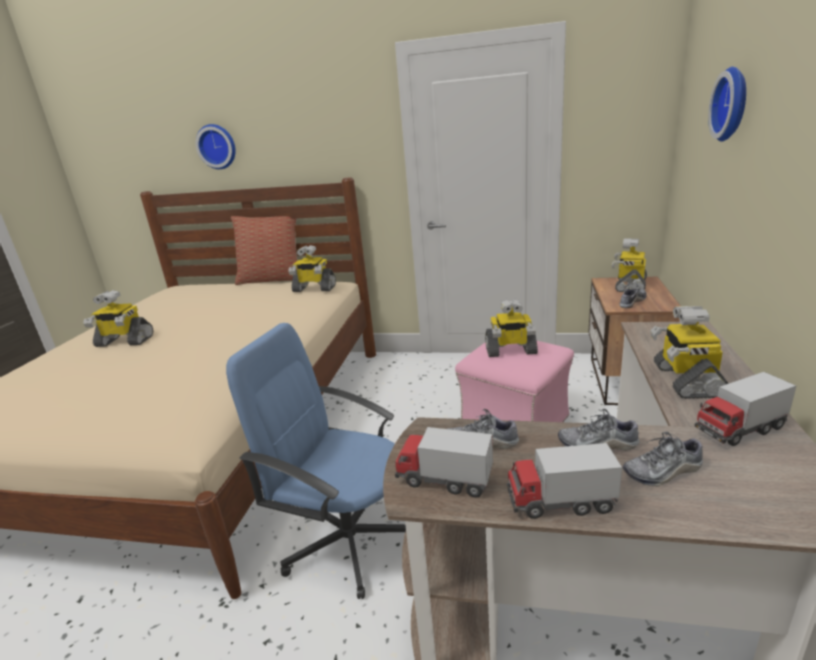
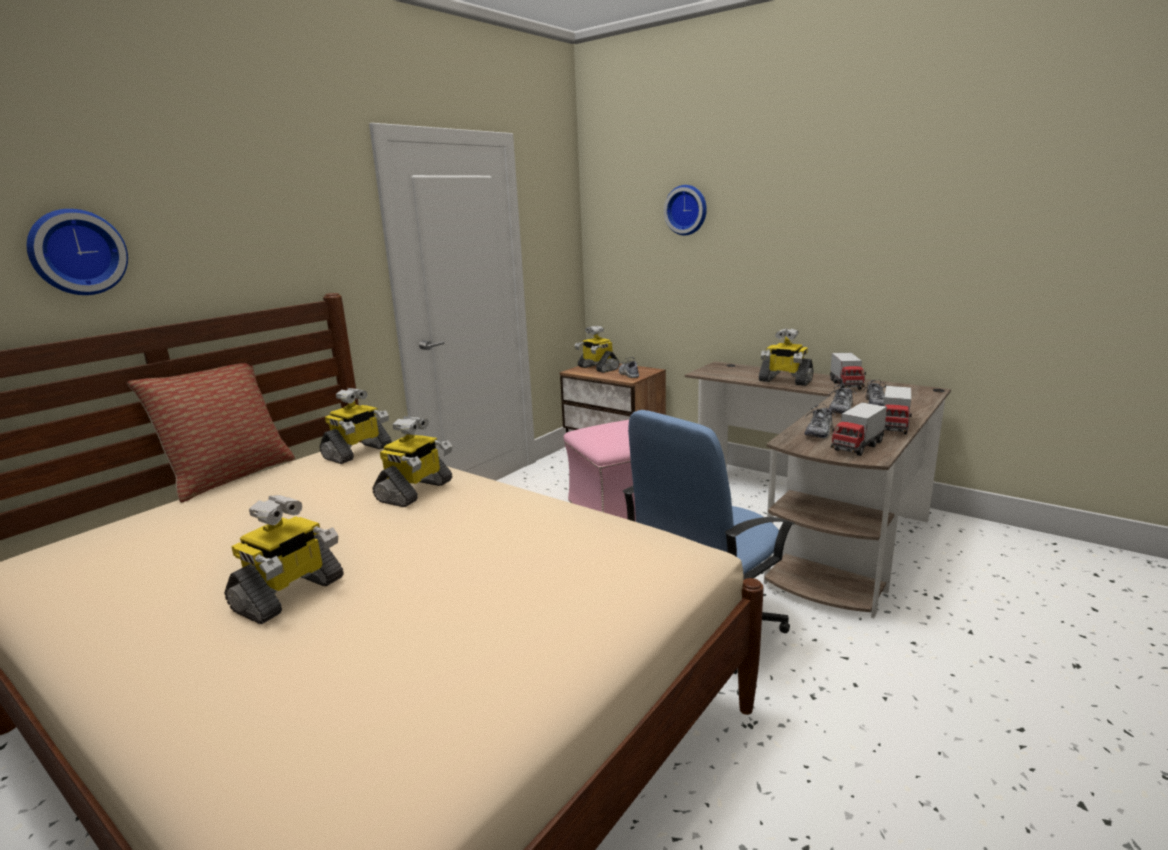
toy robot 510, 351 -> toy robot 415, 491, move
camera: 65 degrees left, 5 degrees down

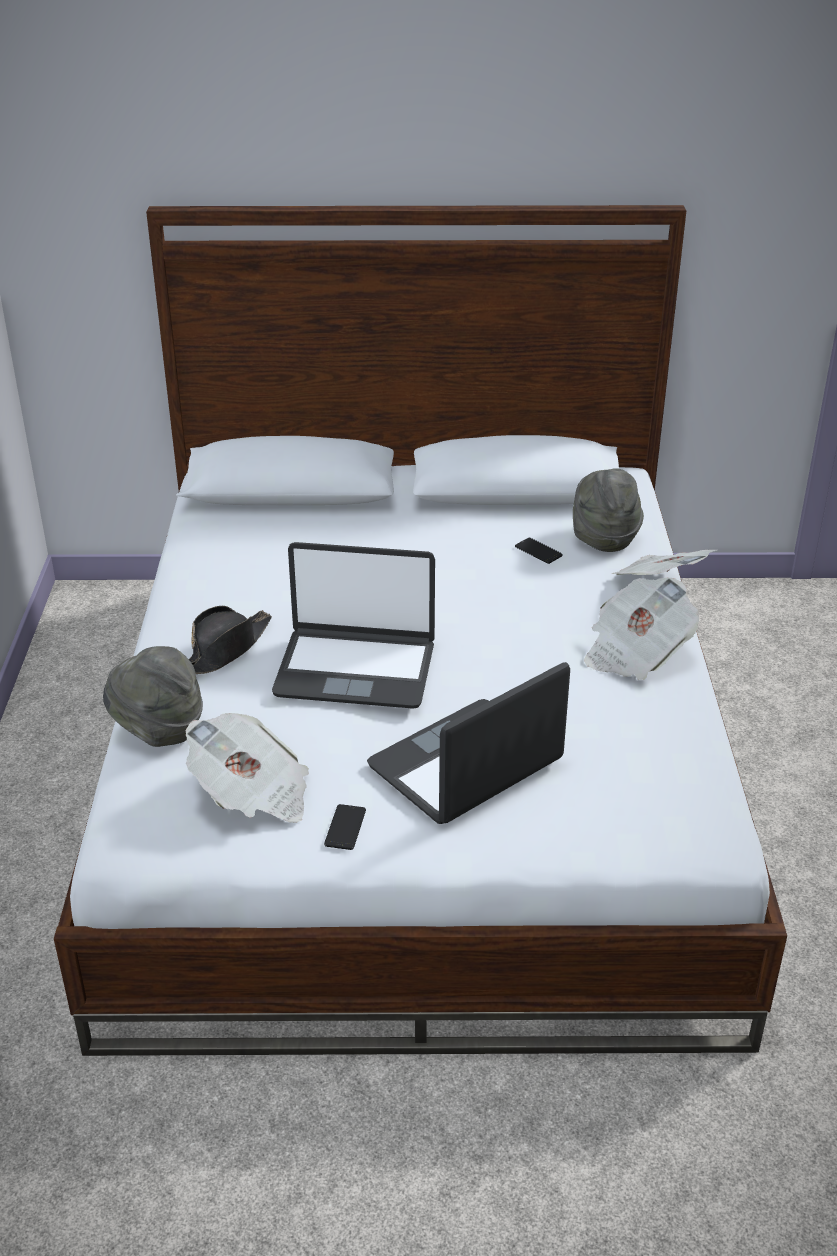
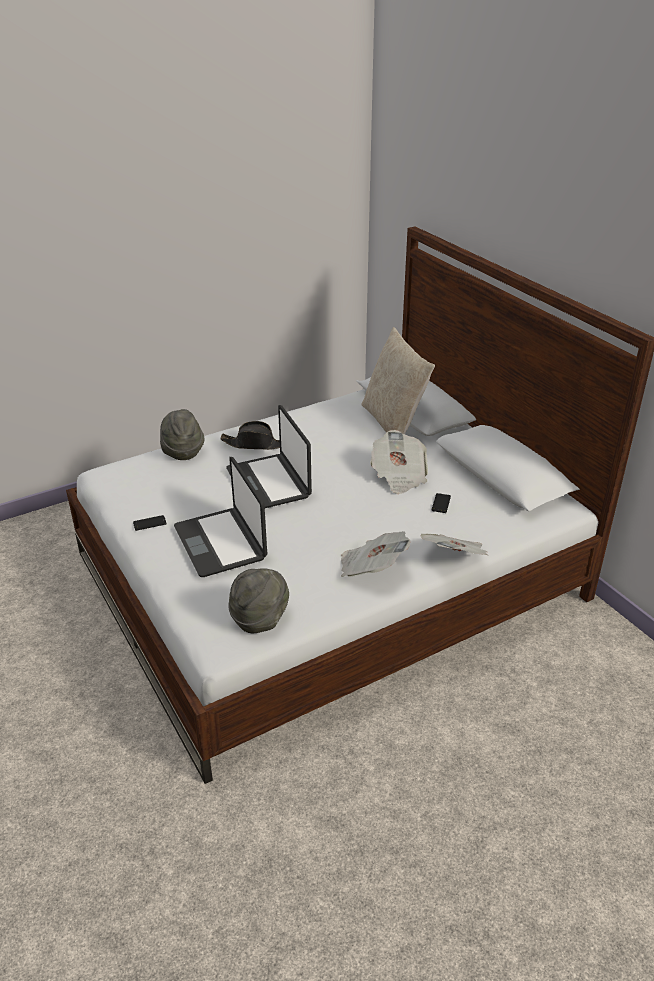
notebook computer 467, 765 -> notebook computer 221, 543, 135 degrees counterclockwise
greyish hat 603, 537 -> greyish hat 259, 618, move
none -> beige-coloured throw pillow 393, 424
printed paper 252, 794 -> printed paper 399, 476, move
camera: 60 degrees right, 0 degrees up

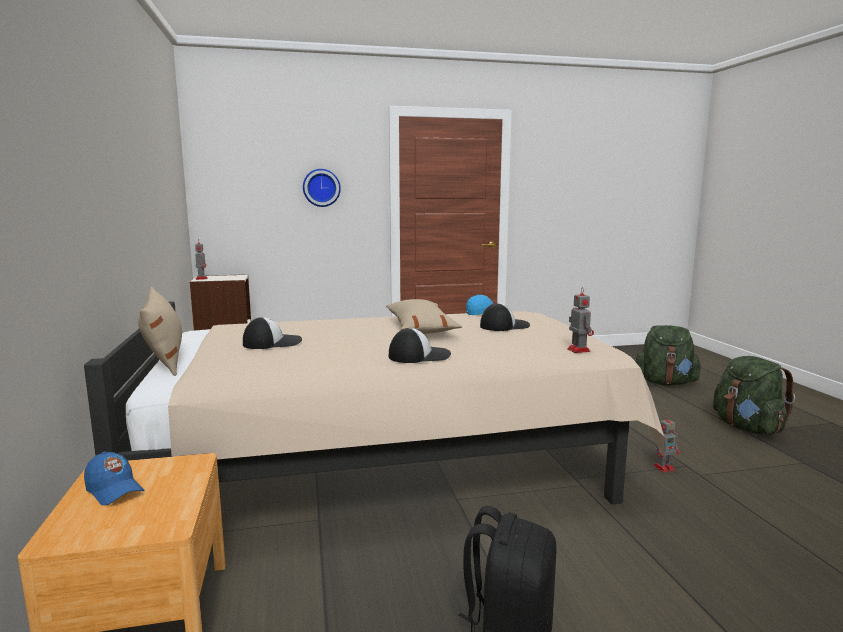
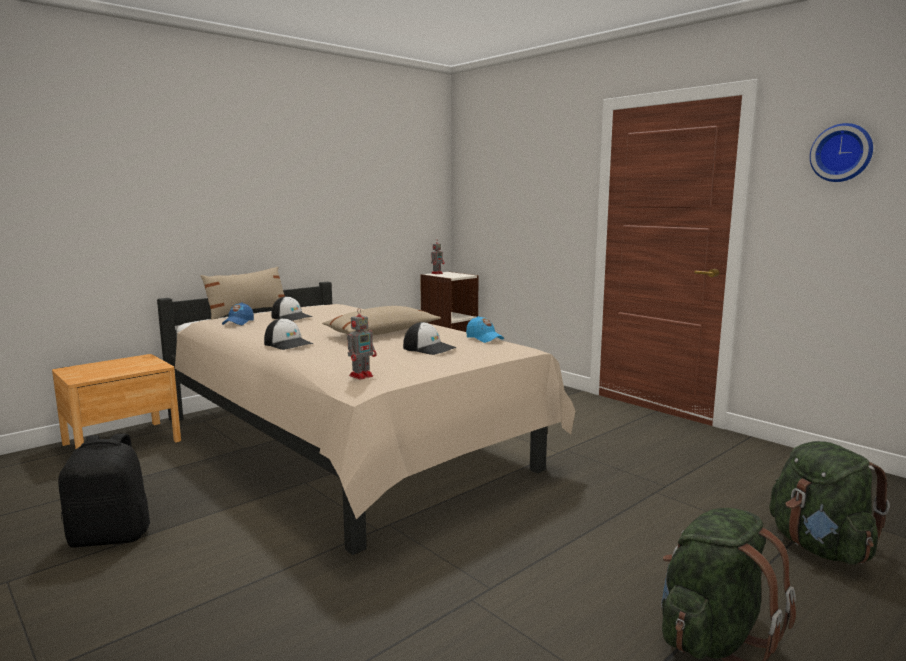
bluish baseball cap 114, 490 -> bluish baseball cap 238, 322, move
clock on the wall 321, 188 -> clock on the wall 842, 153, move
toy robot 664, 468 -> none
camera: 60 degrees right, 0 degrees up

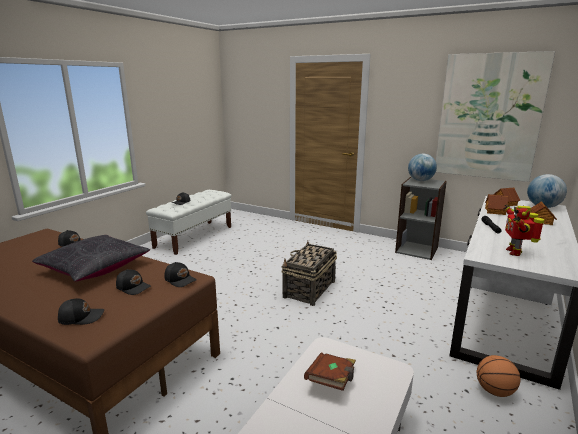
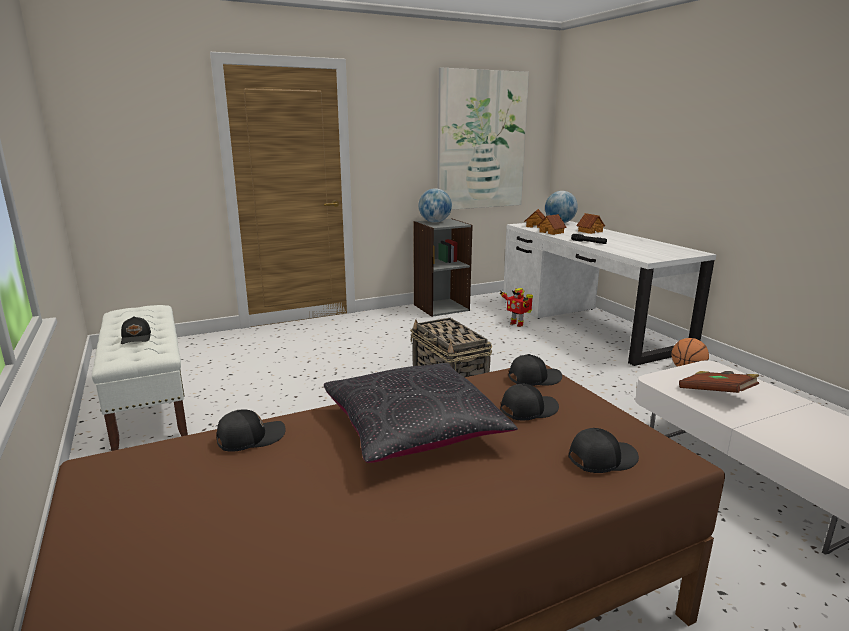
toy robot 515, 252 -> toy robot 517, 324, move
blackish baseball cap 81, 317 -> blackish baseball cap 601, 459, 45 degrees clockwise
camera: 55 degrees left, 0 degrees up

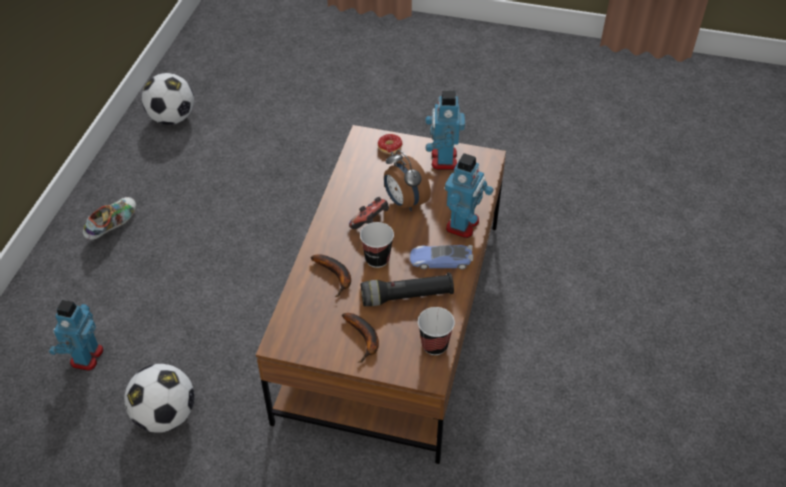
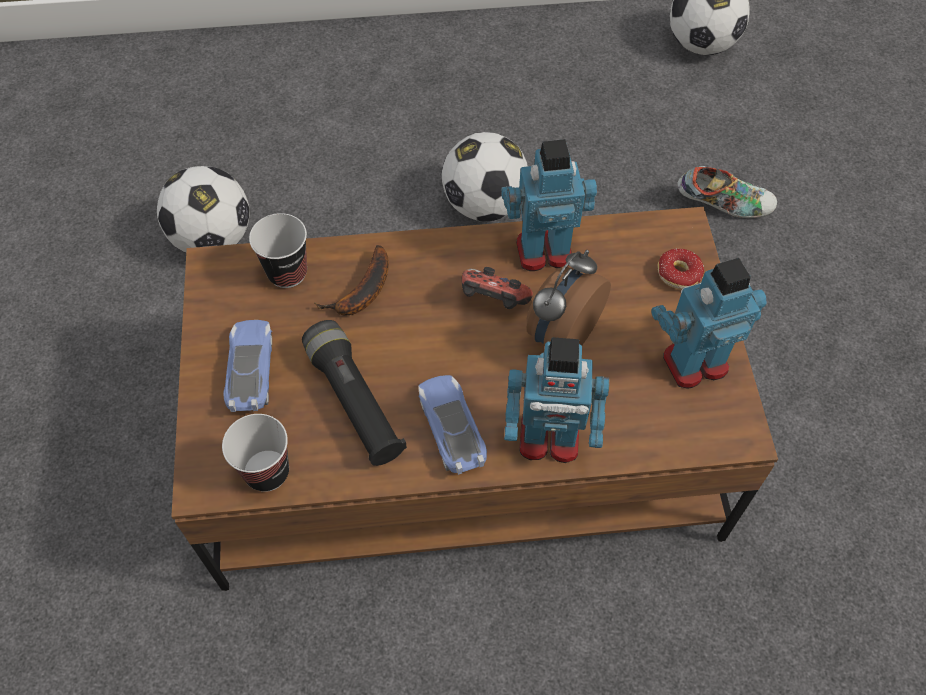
banana fruit 364, 339 -> miniature car 250, 370
cup 377, 259 -> cup 287, 273, move
none -> football ball 484, 205
toy robot 86, 357 -> toy robot 543, 250, move
shoe 112, 225 -> shoe 723, 204, move
camera: 70 degrees right, 10 degrees up

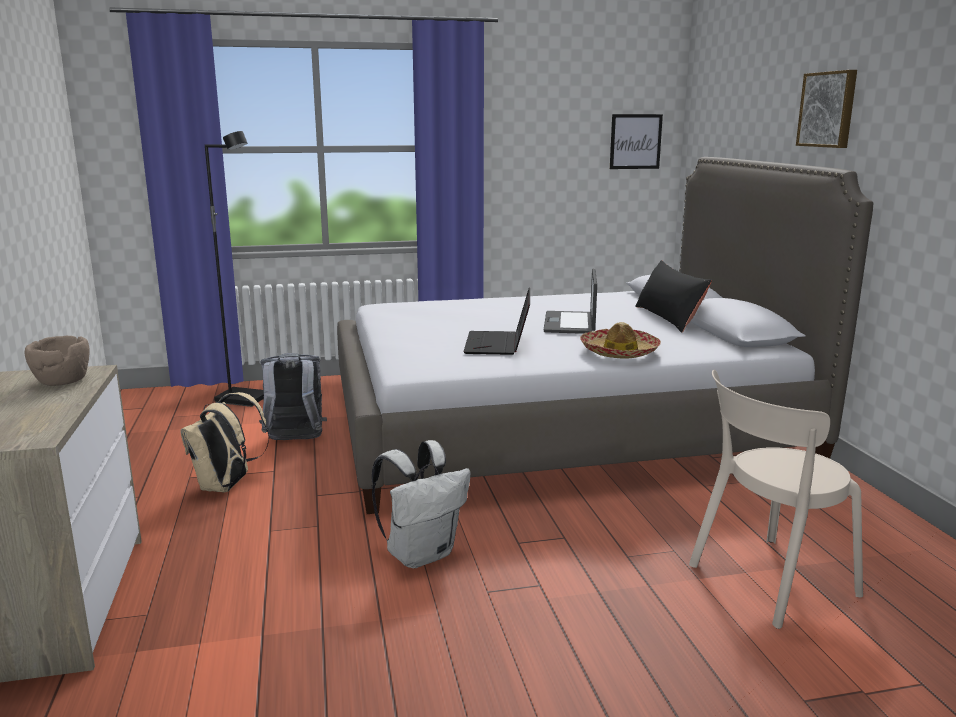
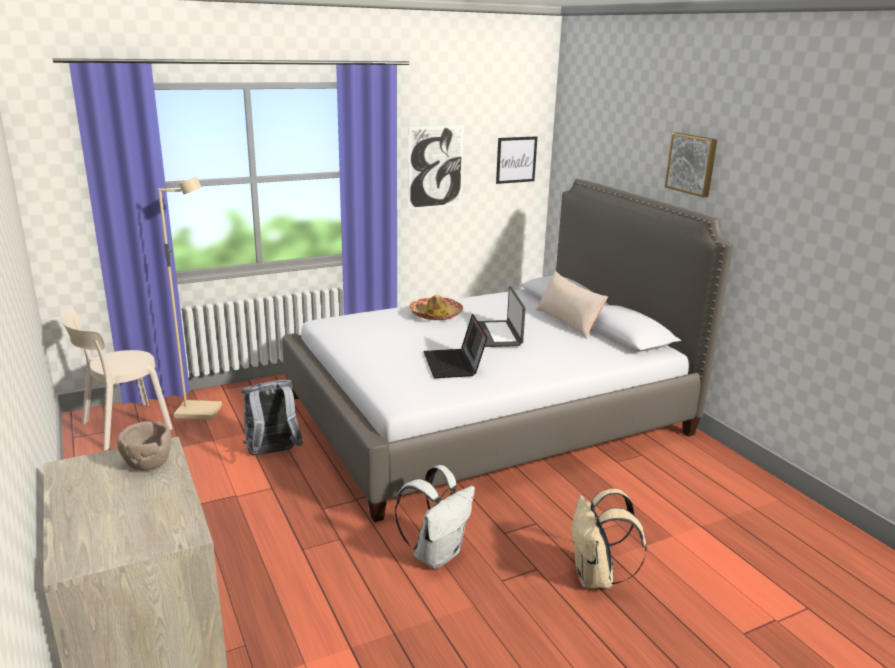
beige-coloured chair 767, 582 -> beige-coloured chair 122, 427, move
blackish floor lamp 244, 399 -> beige-coloured floor lamp 199, 411
none -> picture 435, 167
hat 619, 352 -> hat 436, 315, move
blackish throw pillow 669, 318 -> beige-coloured throw pillow 568, 322
beige-coloured backpack 226, 486 -> beige-coloured backpack 596, 578, move
camera: 15 degrees left, 5 degrees up

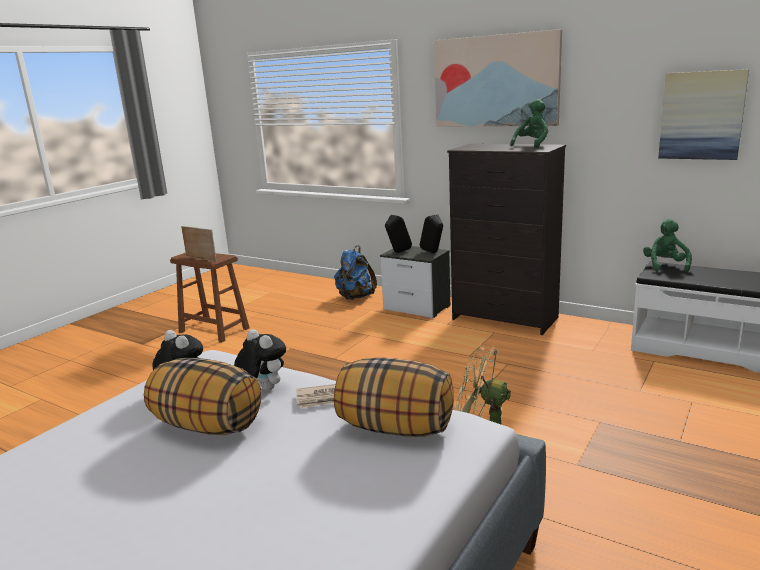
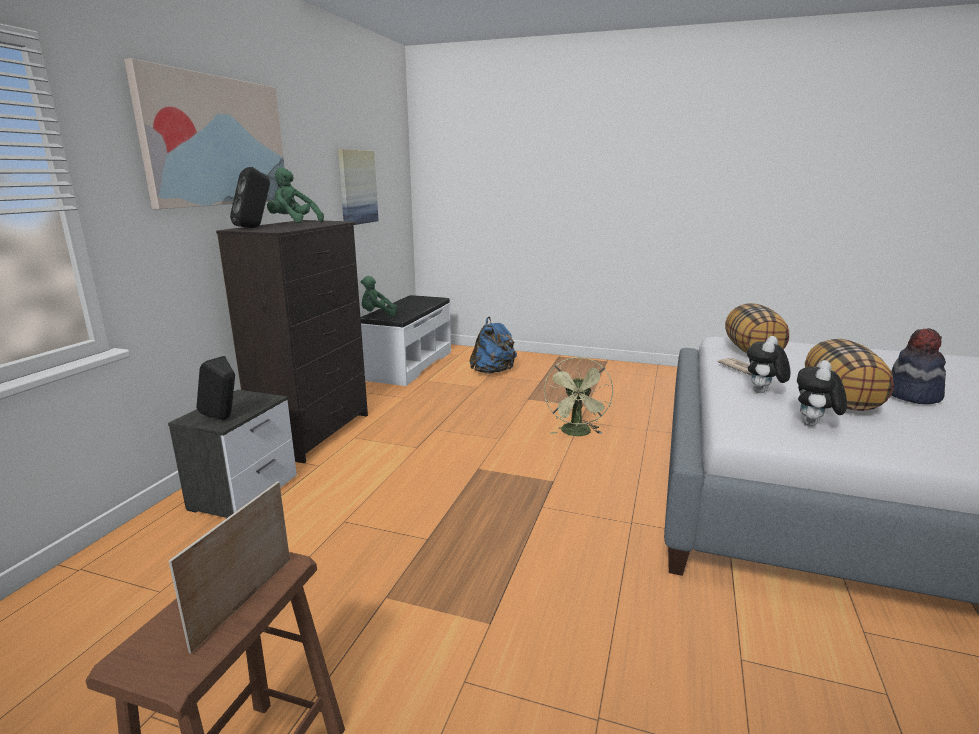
blackish loudspeaker 433, 253 -> blackish loudspeaker 254, 227, move
bluish backpack 355, 297 -> bluish backpack 493, 372, move
none -> hat 911, 395
camera: 105 degrees left, 0 degrees up

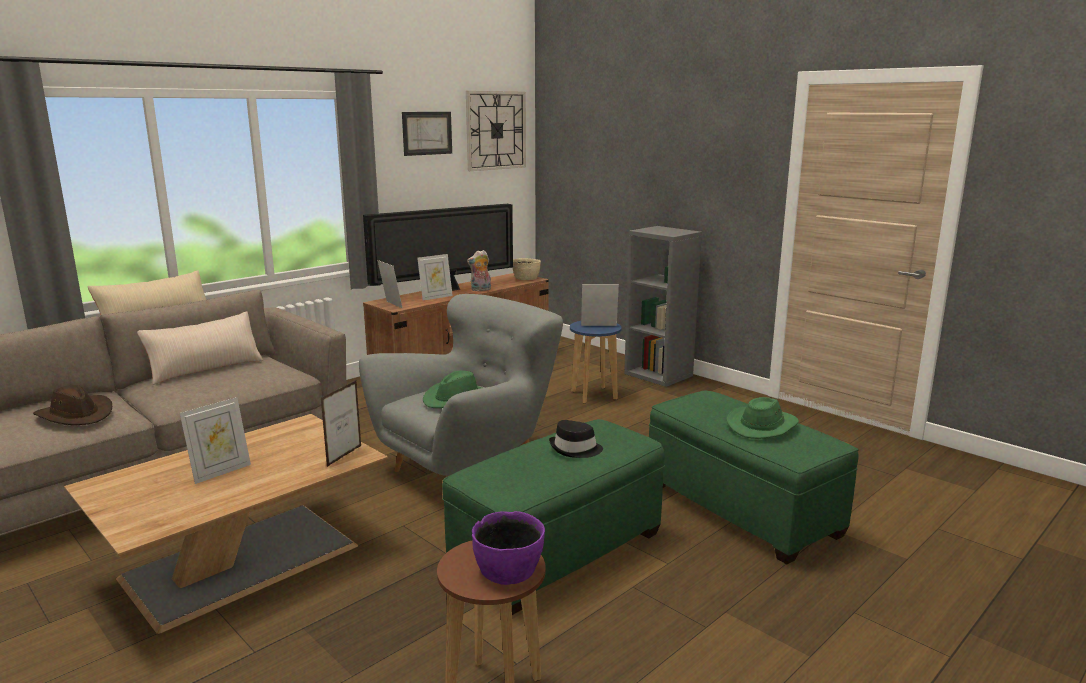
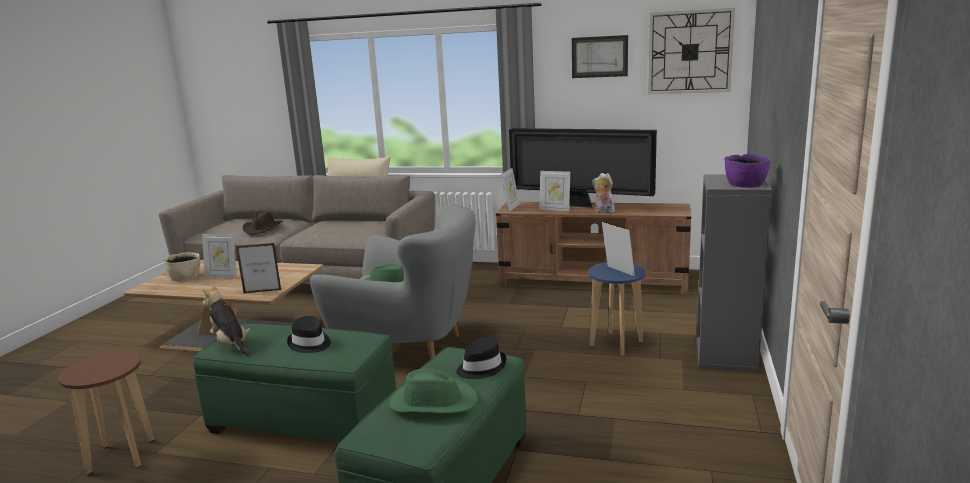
beige-coloured serving bowl 526, 278 -> beige-coloured serving bowl 185, 277, move
none -> soft toy 231, 344
none -> blackish hat 481, 367
purple serving bowl 509, 569 -> purple serving bowl 746, 184, move
beige-coloured throw pillow 205, 369 -> none
camera: 60 degrees right, 0 degrees up

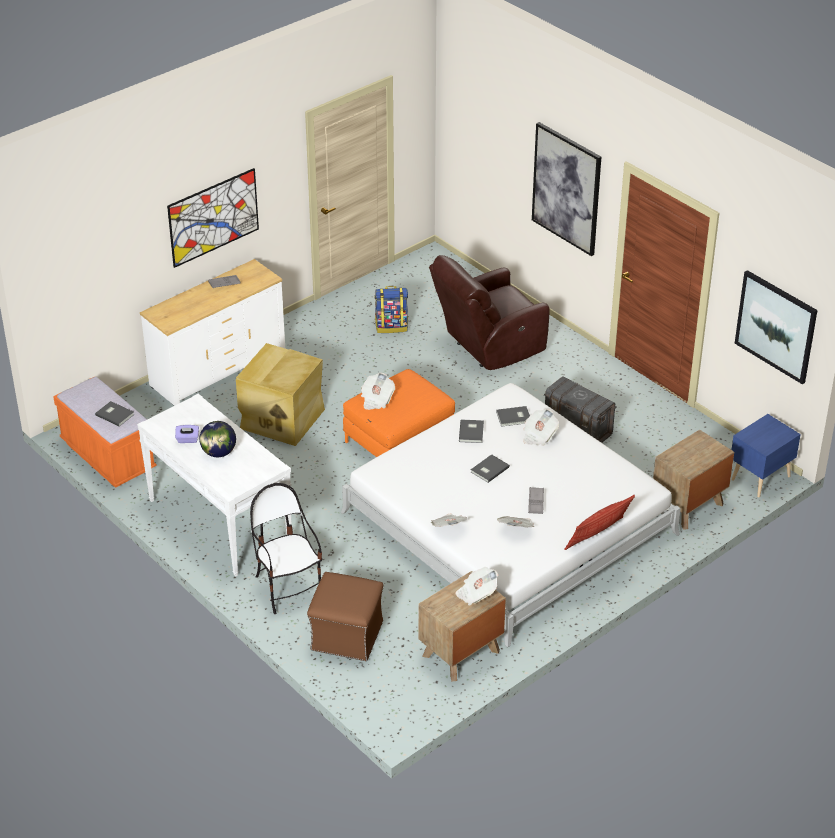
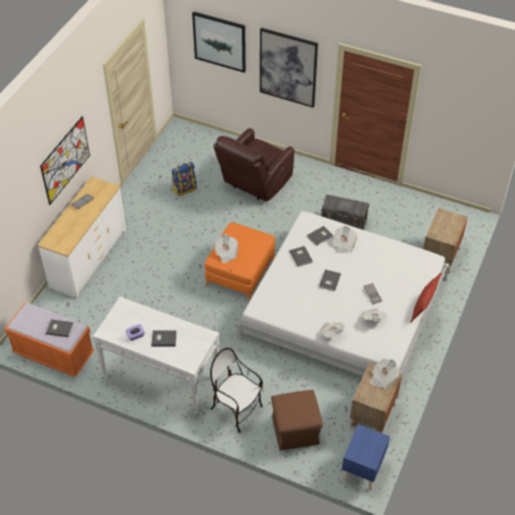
world globe 219, 453 -> greyish volume 163, 338
picture 776, 326 -> picture 219, 41, move
bluish night table 759, 478 -> bluish night table 362, 469, move
beige-coloured storage box 281, 419 -> none
camera: 25 degrees left, 10 degrees up

